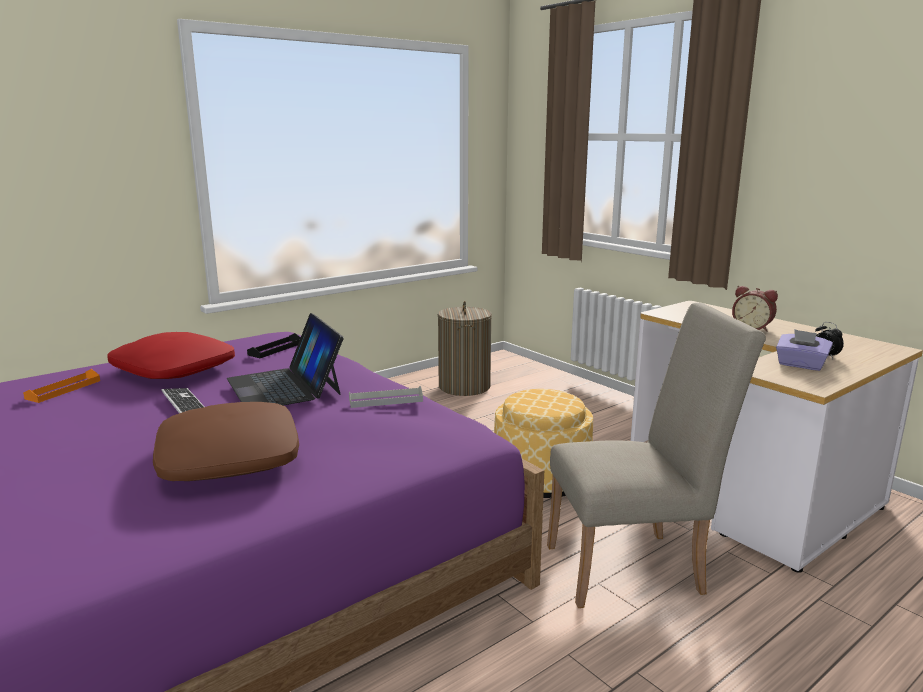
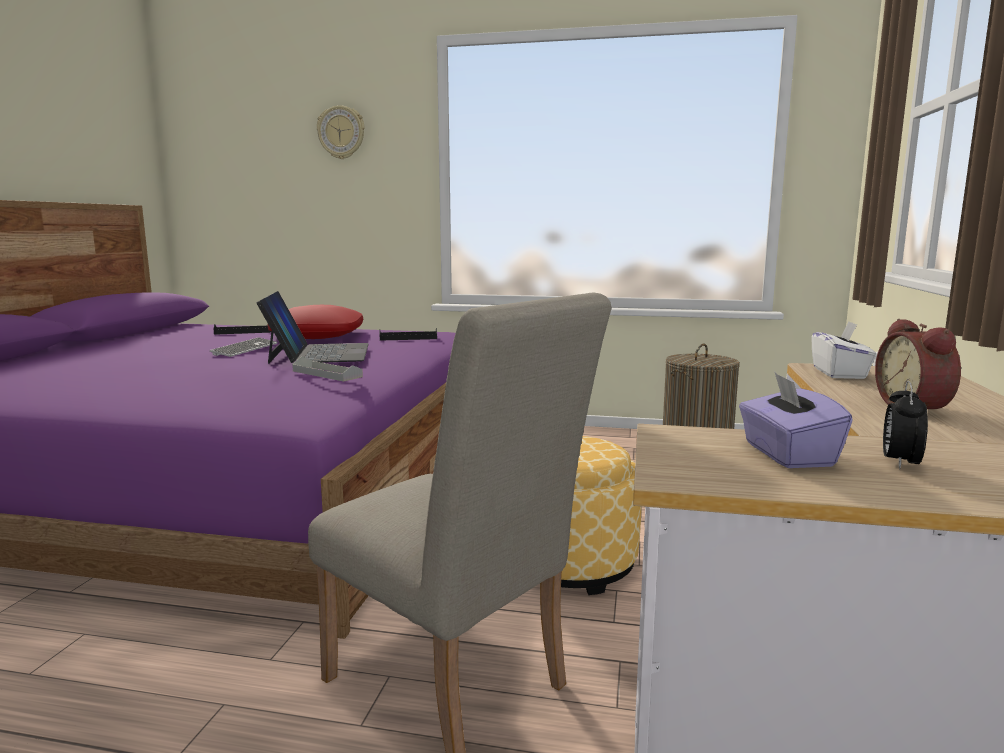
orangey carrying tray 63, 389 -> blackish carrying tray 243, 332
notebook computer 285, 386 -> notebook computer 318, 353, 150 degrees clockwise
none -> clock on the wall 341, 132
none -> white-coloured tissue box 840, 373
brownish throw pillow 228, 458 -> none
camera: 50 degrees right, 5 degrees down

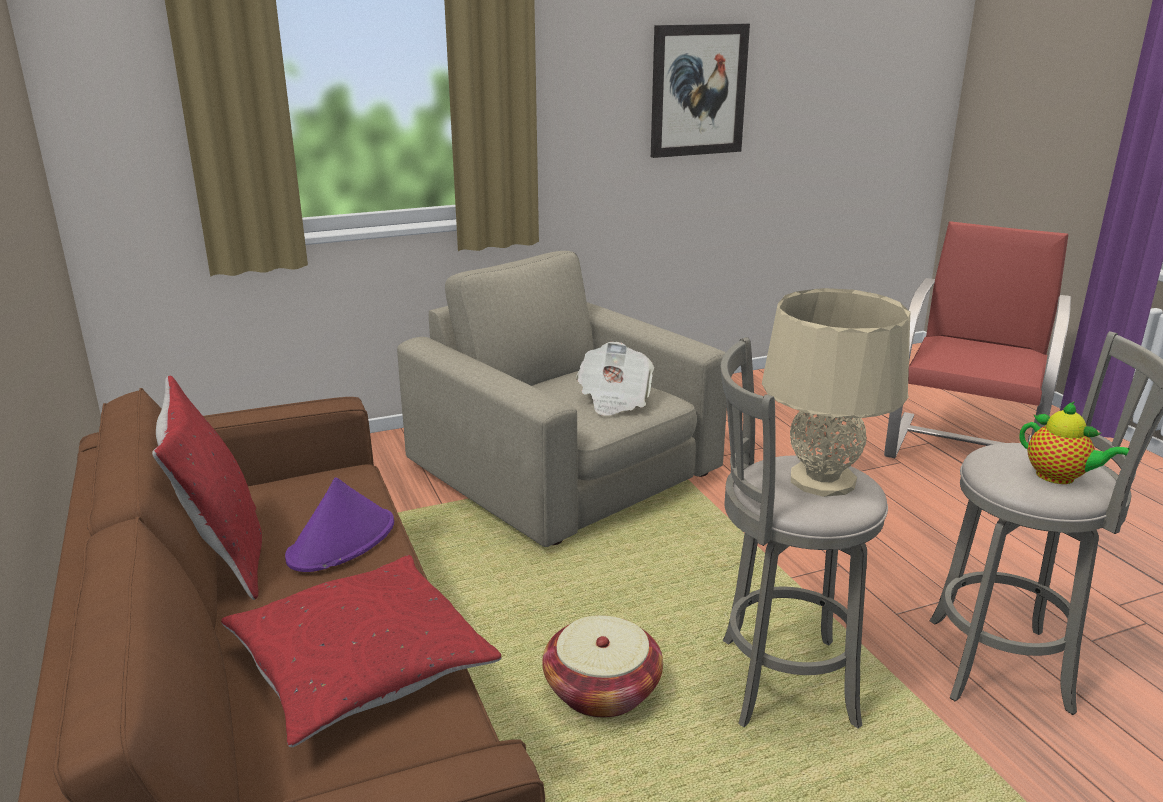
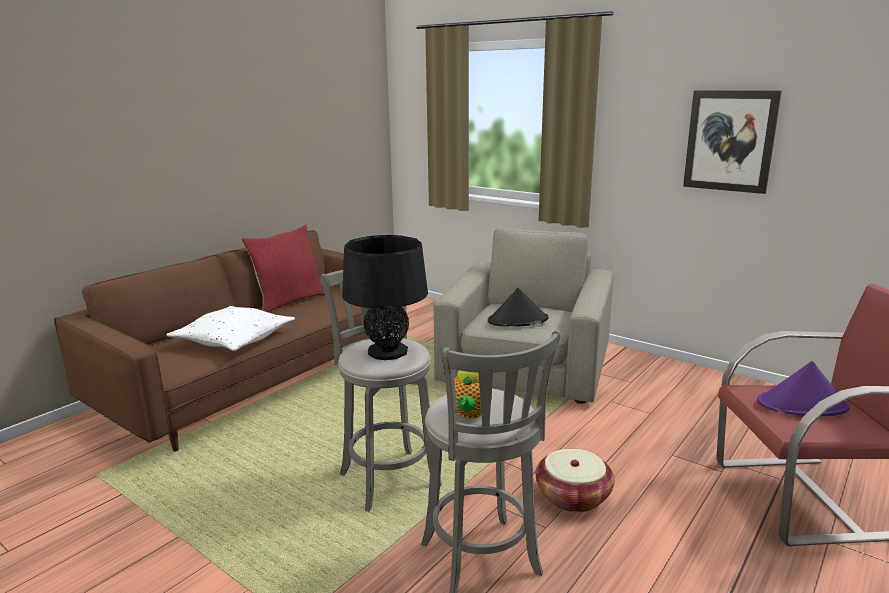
reddish throw pillow 361, 664 -> white-coloured throw pillow 234, 339
beige-coloured tabletop lamp 822, 480 -> blackish tabletop lamp 387, 351
printed paper 614, 399 -> blackish hat 517, 320
basket 602, 690 -> basket 573, 496, move
purple hat 342, 541 -> purple hat 802, 405, move
camera: 60 degrees right, 5 degrees down

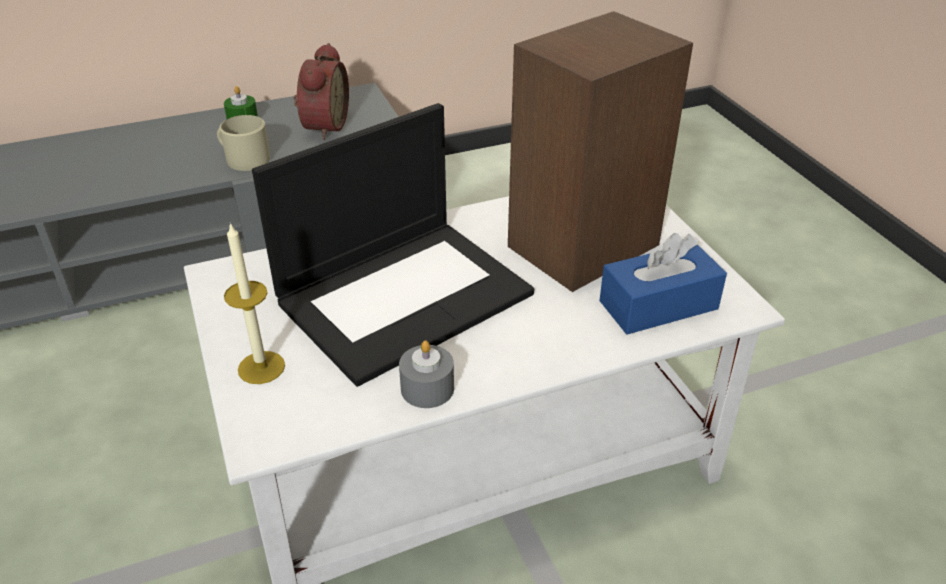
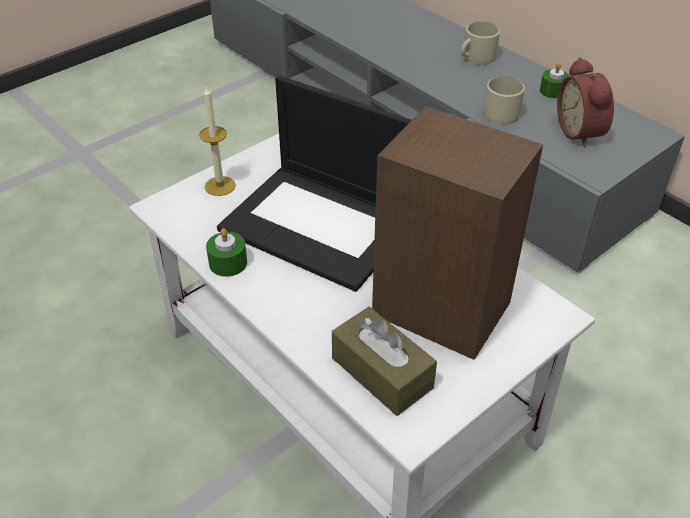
greyish wax light 427, 388 -> green wax light 228, 263
bluish tissue box 658, 305 -> brownish tissue box 382, 373
none -> beige-coloured coffee mug 476, 58
bedside clock 322, 126 -> bedside clock 582, 132, 90 degrees clockwise
camera: 70 degrees right, 5 degrees up

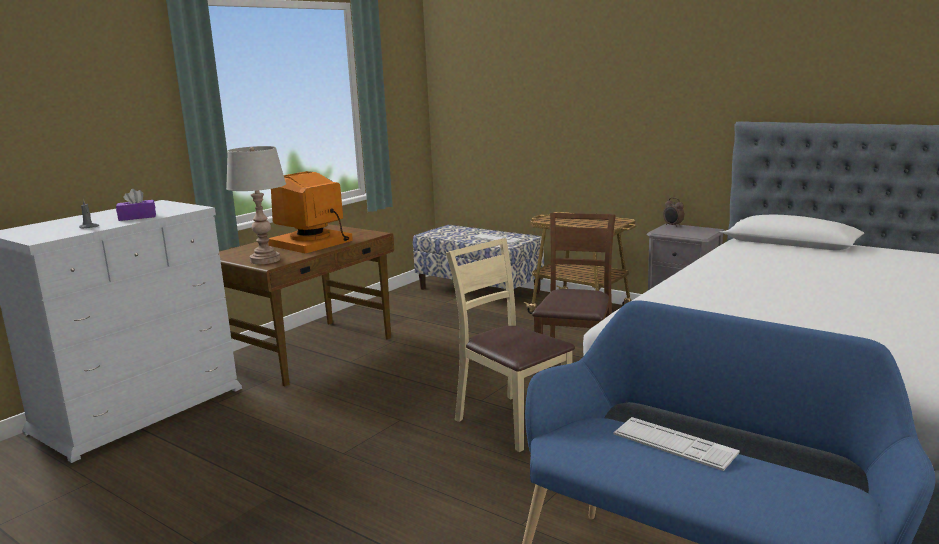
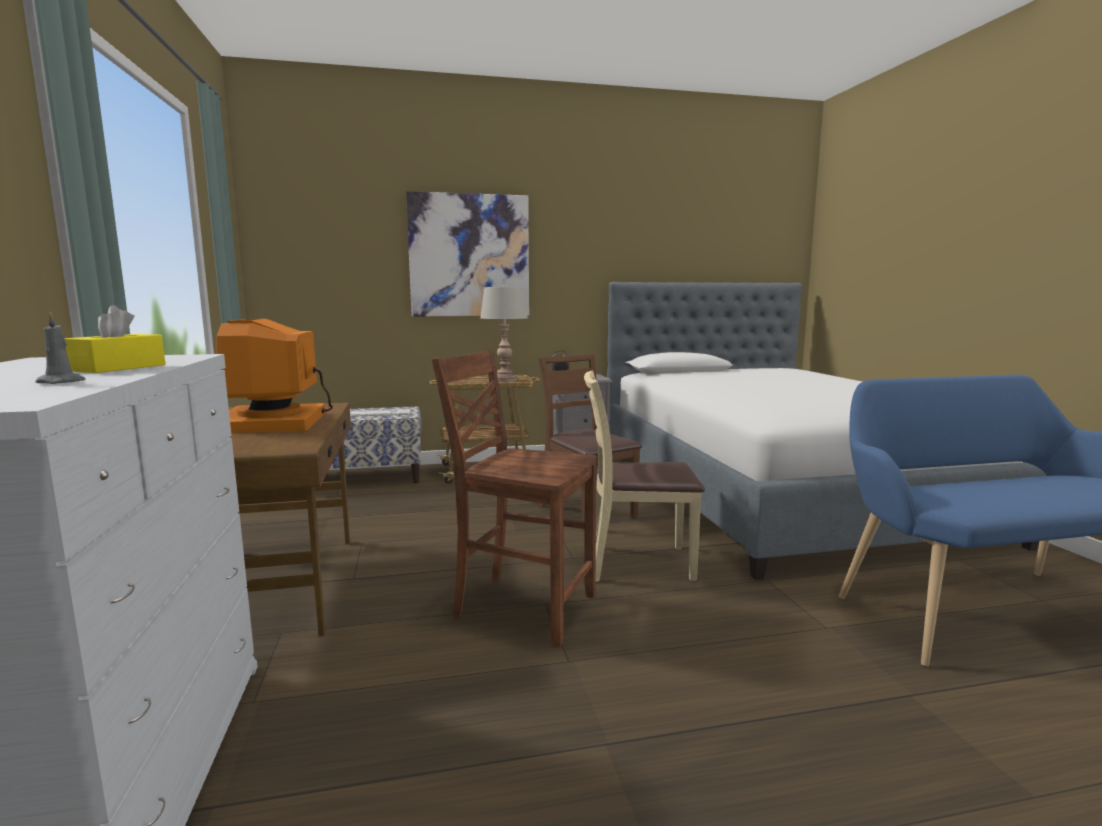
purple tissue box 137, 217 -> yellowish tissue box 119, 368
none -> picture 469, 256
none -> brownish chair 522, 606
greyish tabletop lamp 265, 260 -> greyish tabletop lamp 504, 380, move
PC keyboard 674, 444 -> none
camera: 50 degrees left, 5 degrees down

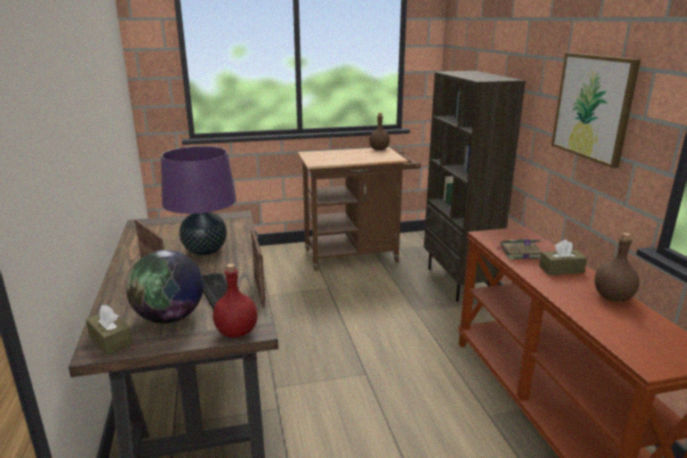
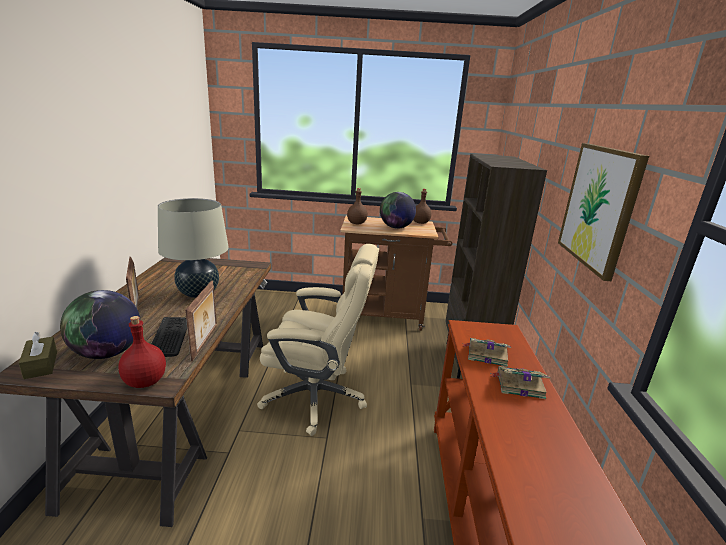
purple tabletop lamp 205, 250 -> beige-coloured tabletop lamp 198, 293
none -> beige-coloured office chair 317, 397
brownish bottle 612, 297 -> brownish bottle 357, 223, move
none -> world globe 396, 227
brownish tissue box 561, 269 -> volume 518, 385
camera: 15 degrees right, 0 degrees up

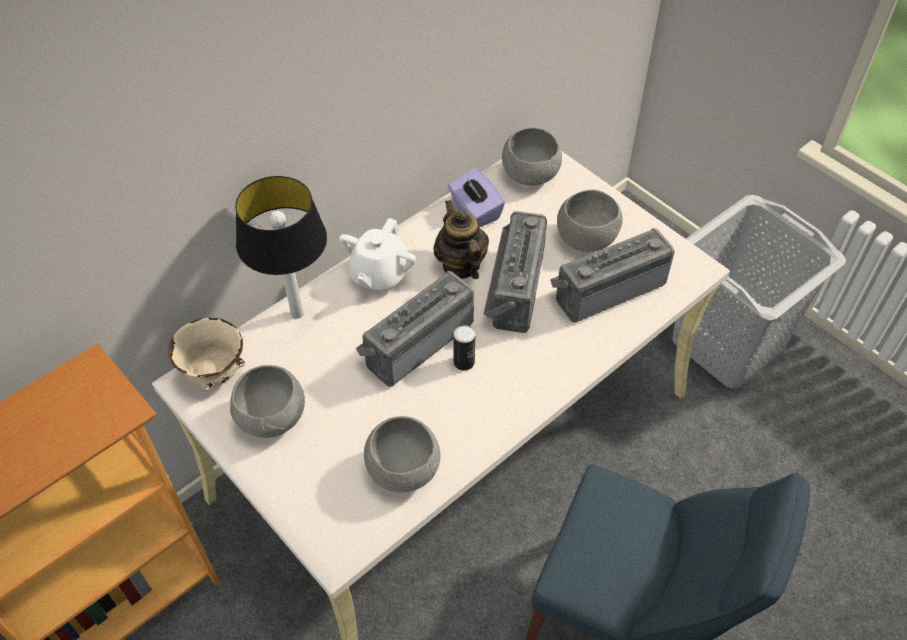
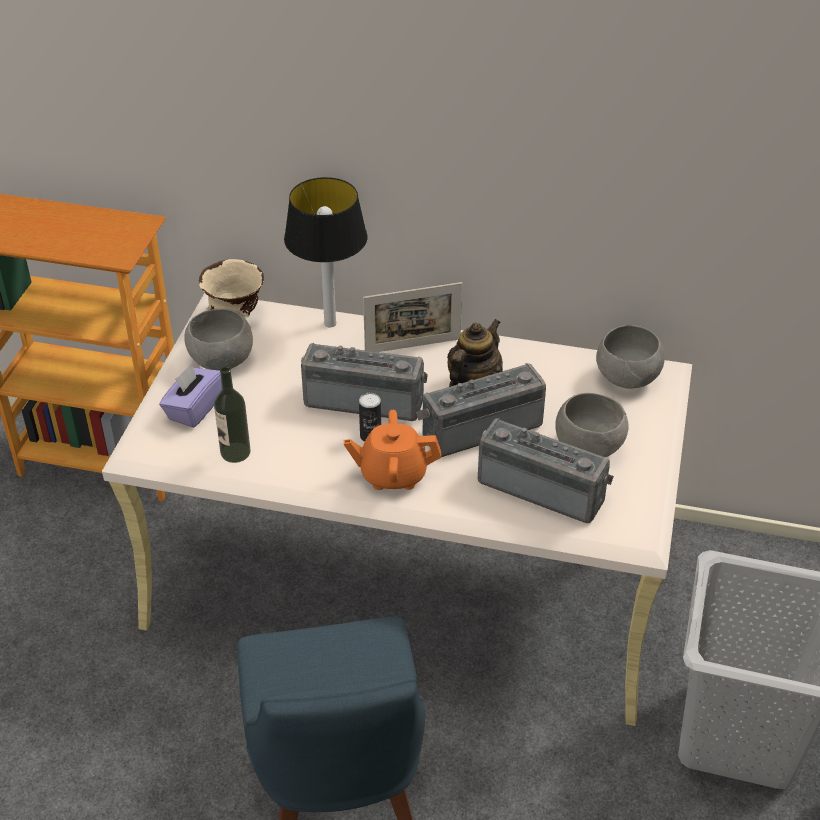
purple tissue box 475, 211 -> purple tissue box 194, 409, move
greyish serving bowl 404, 469 -> bottle 235, 452
none -> orangey tea pot 393, 474
white-coloured tea pot 379, 275 -> photo frame 413, 346
camera: 55 degrees right, 10 degrees down

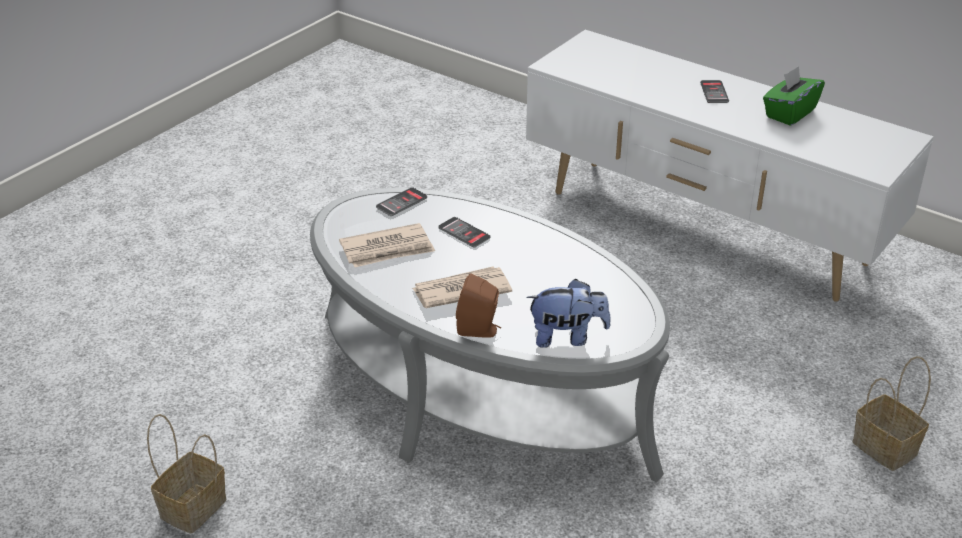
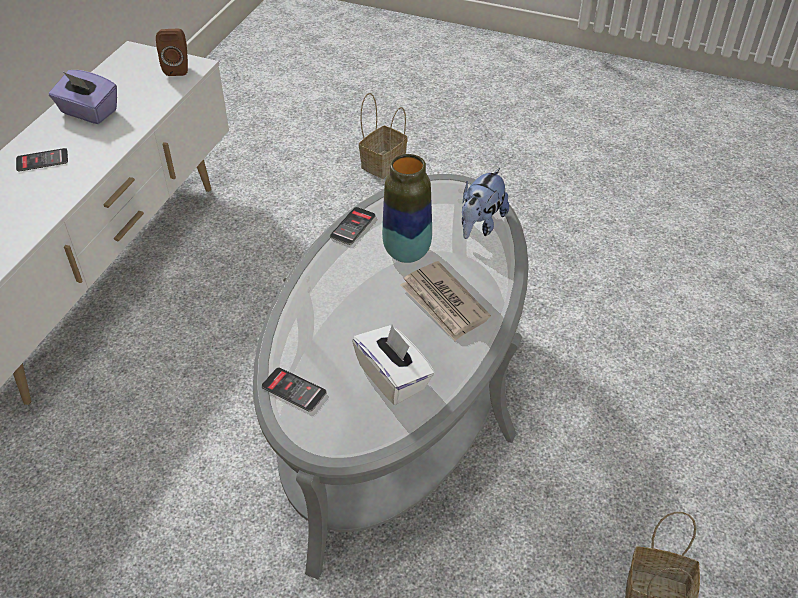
green tissue box 789, 113 -> purple tissue box 88, 112
brownish loudspeaker 479, 330 -> brownish loudspeaker 178, 68, move
handset 464, 233 -> handset 352, 226, move
printed paper 388, 249 -> white-coloured tissue box 393, 378
none -> decorative vase 407, 252
soft toy 567, 337 -> soft toy 480, 224, 135 degrees counterclockwise
camera: 105 degrees left, 10 degrees up

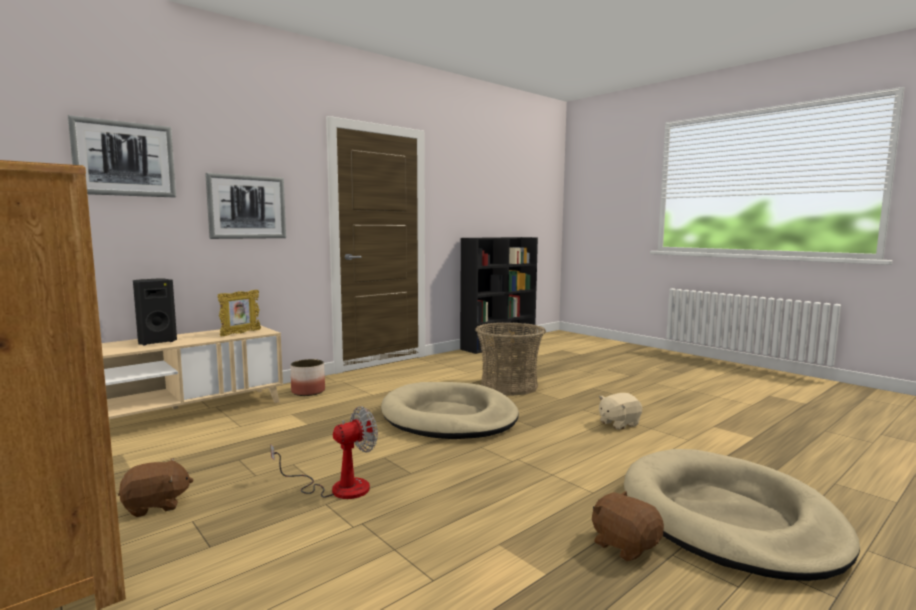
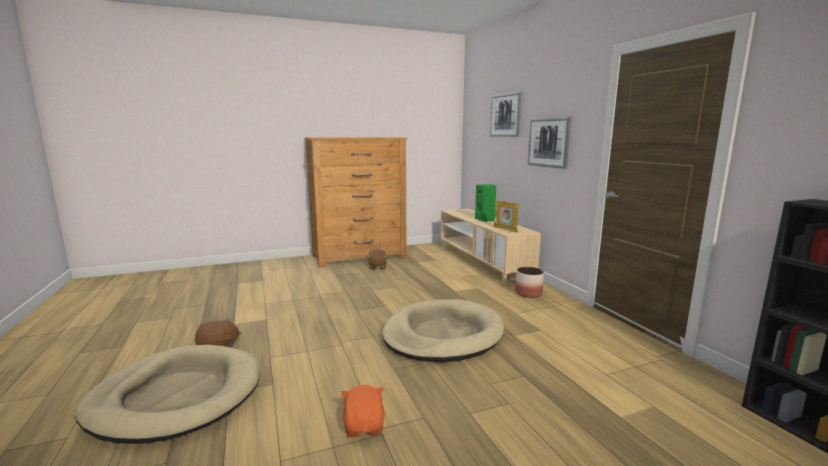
beige-coloured soft toy 618, 423 -> orangey soft toy 364, 426
blackish loudspeaker 156, 342 -> green loudspeaker 485, 220
fan 337, 487 -> none
basket 509, 386 -> none
camera: 110 degrees right, 5 degrees up

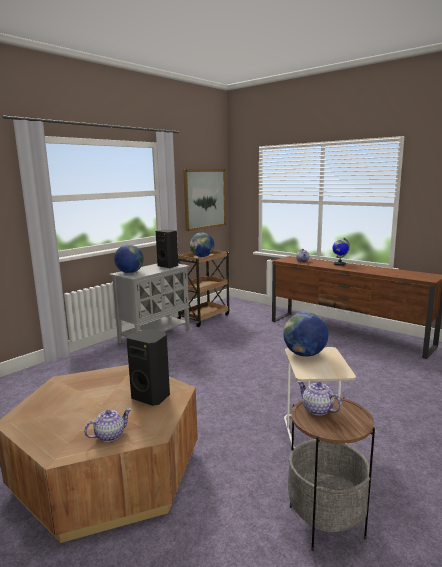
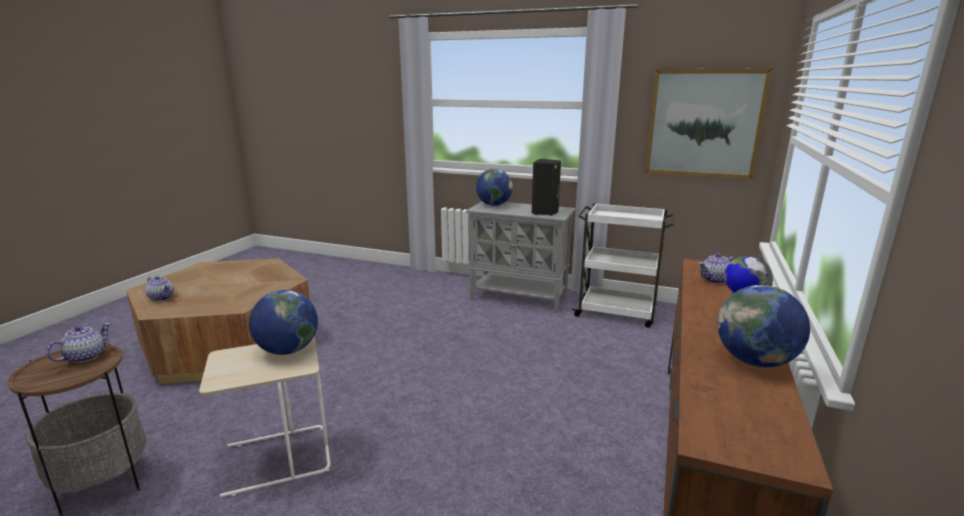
brownish wheeled cart 204, 317 -> white-coloured wheeled cart 617, 313
world globe 202, 256 -> world globe 755, 361, move
blackish loudspeaker 152, 396 -> none
camera: 70 degrees right, 5 degrees up

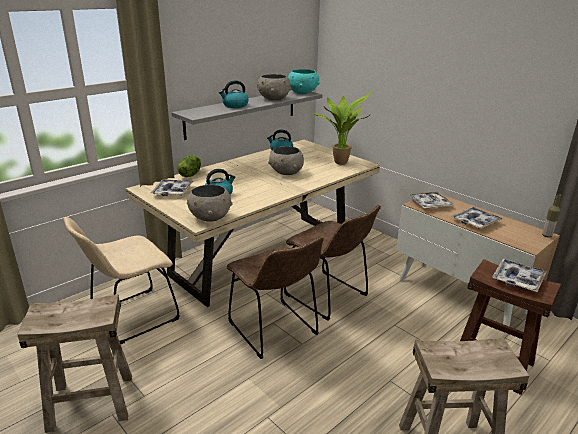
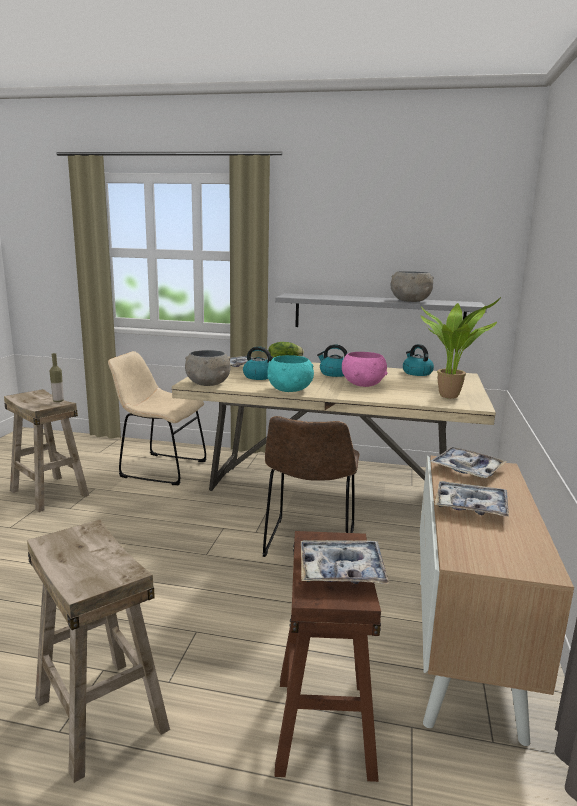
bottle 547, 235 -> bottle 58, 401, move
turquoise serving bowl 303, 92 -> turquoise serving bowl 290, 390, move
tea kettle 235, 105 -> tea kettle 334, 374, move
greyish serving bowl 286, 172 -> pinkish serving bowl 363, 384
brownish chair 275, 331 -> none
camera: 55 degrees right, 10 degrees down

